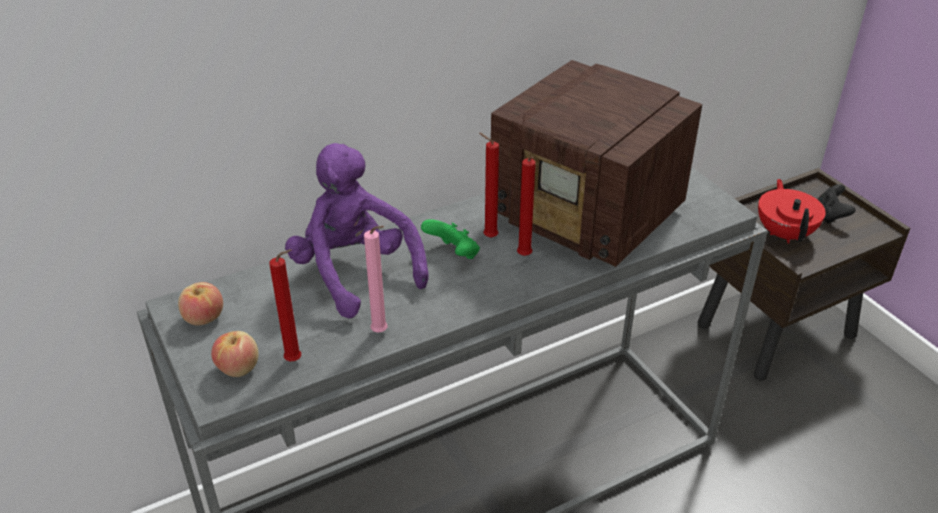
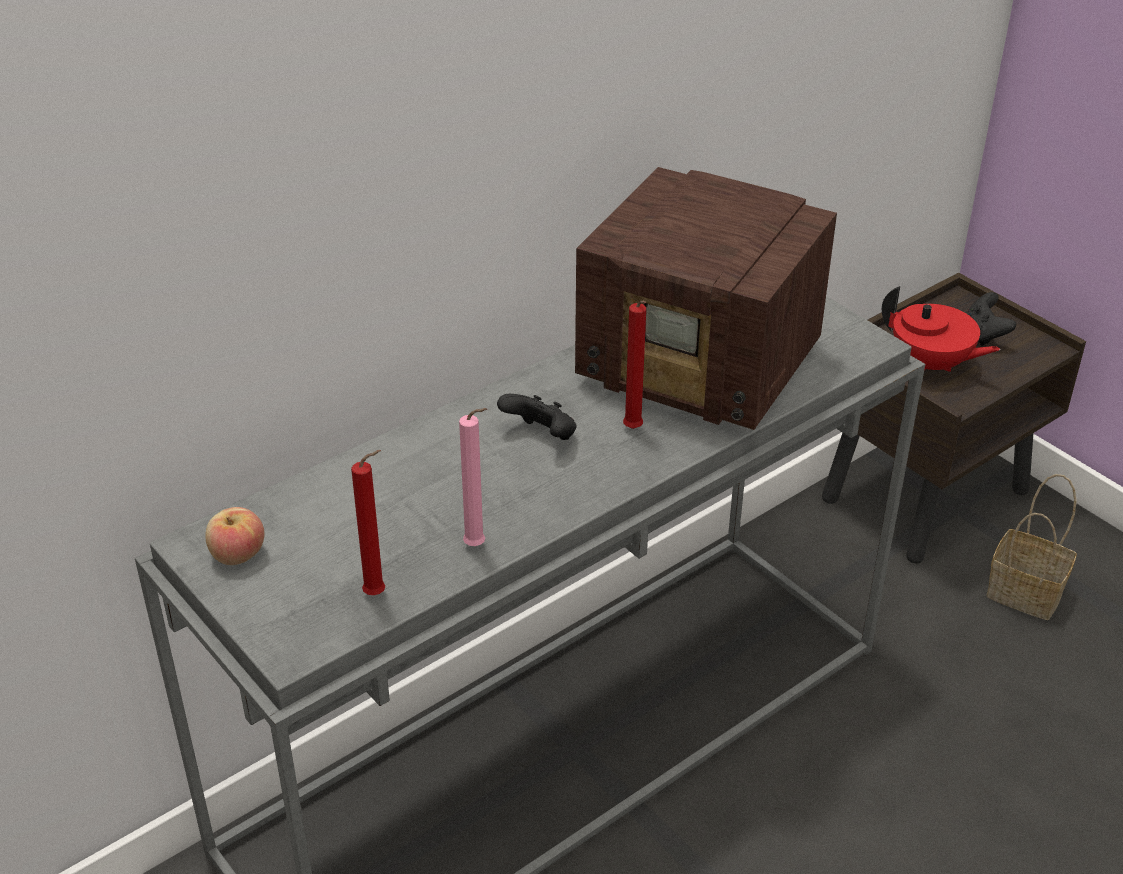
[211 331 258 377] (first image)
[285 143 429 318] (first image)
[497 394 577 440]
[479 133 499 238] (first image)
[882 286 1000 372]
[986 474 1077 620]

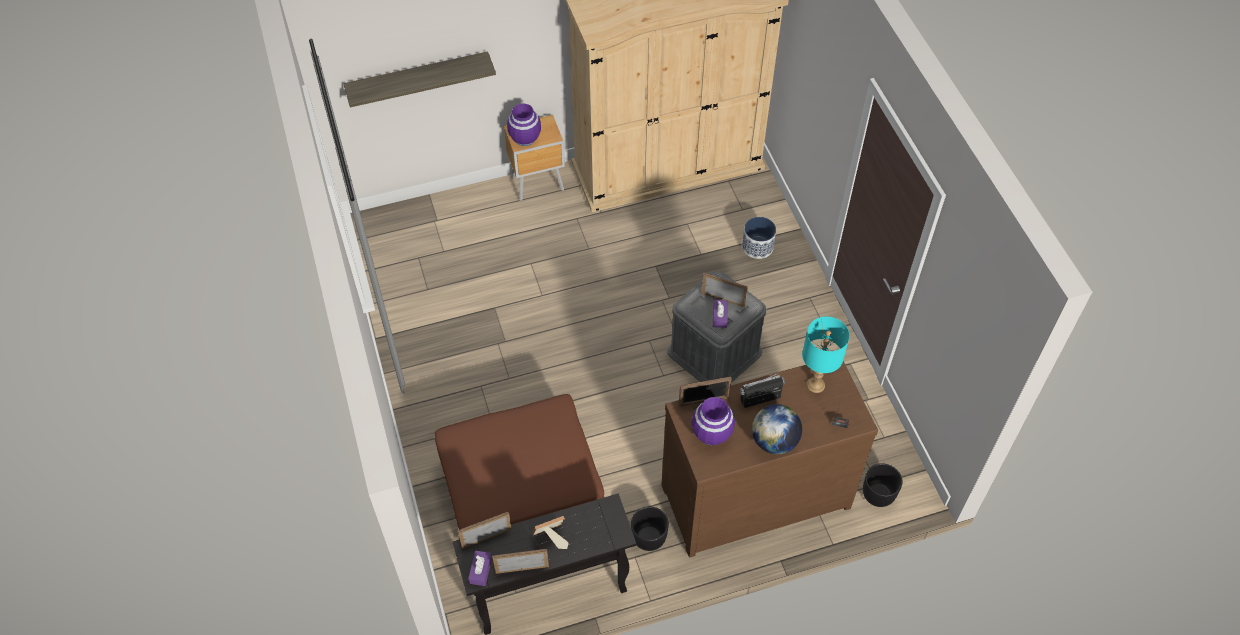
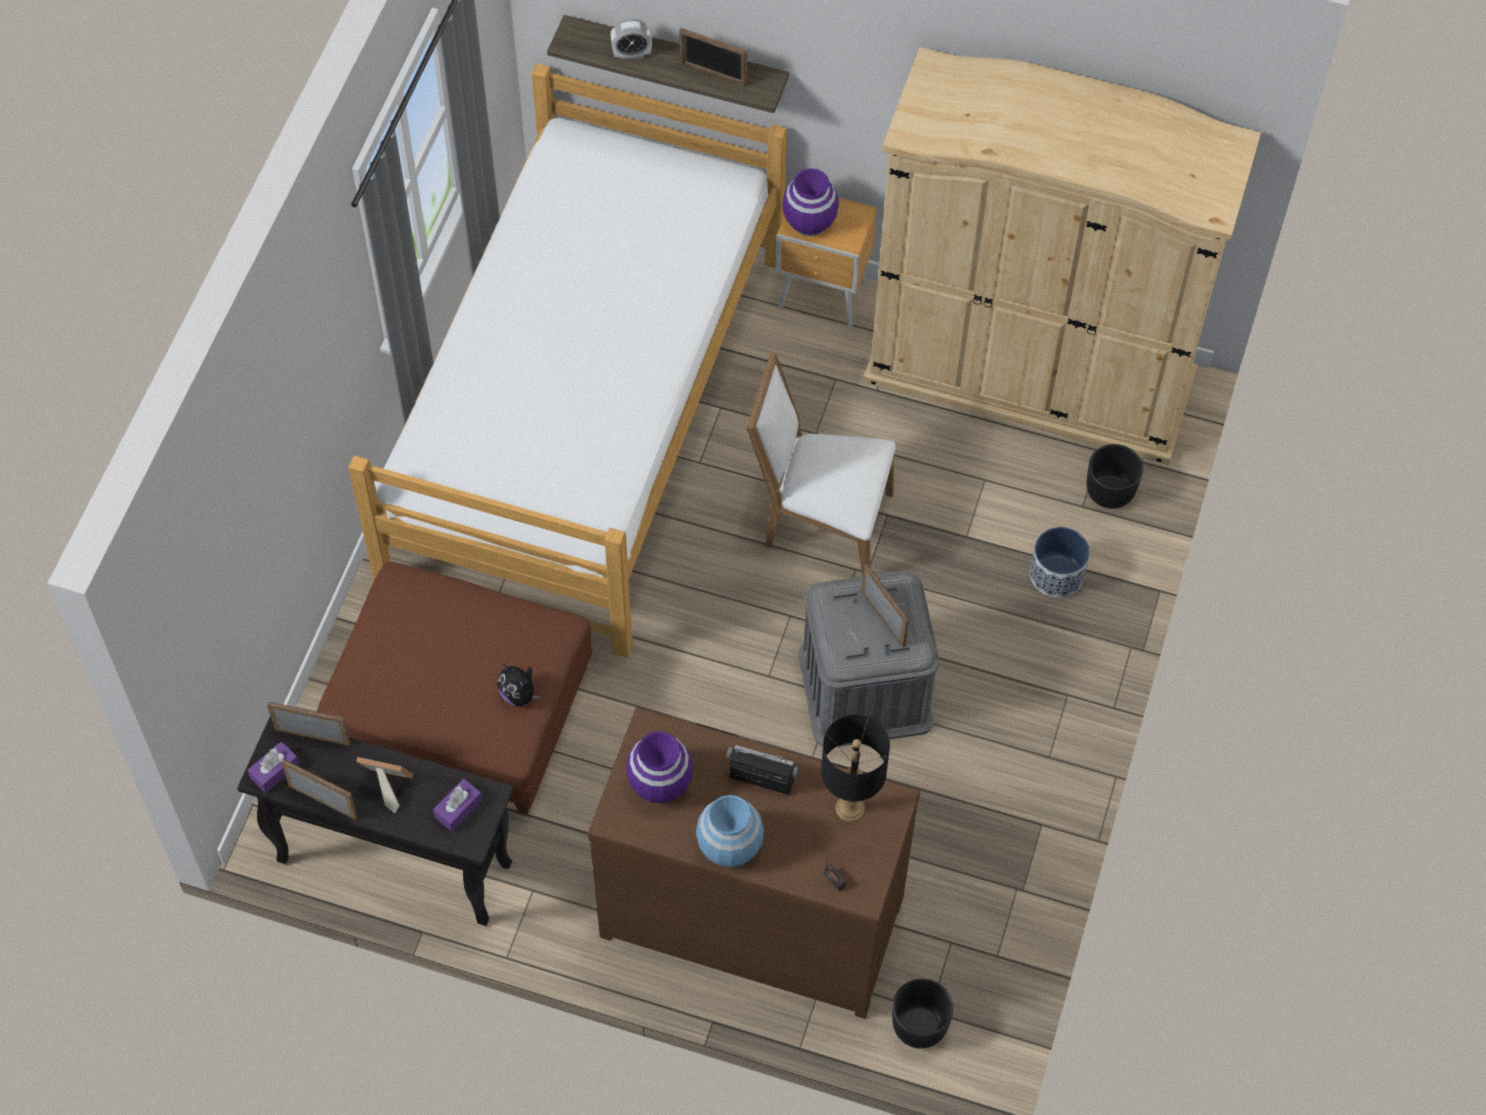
[1087 444 1143 509]
[679 28 747 87]
[433 779 482 832]
[696 795 764 867]
[821 714 890 822]
[348 64 787 658]
[497 664 540 706]
[611 19 652 60]
[747 352 896 576]

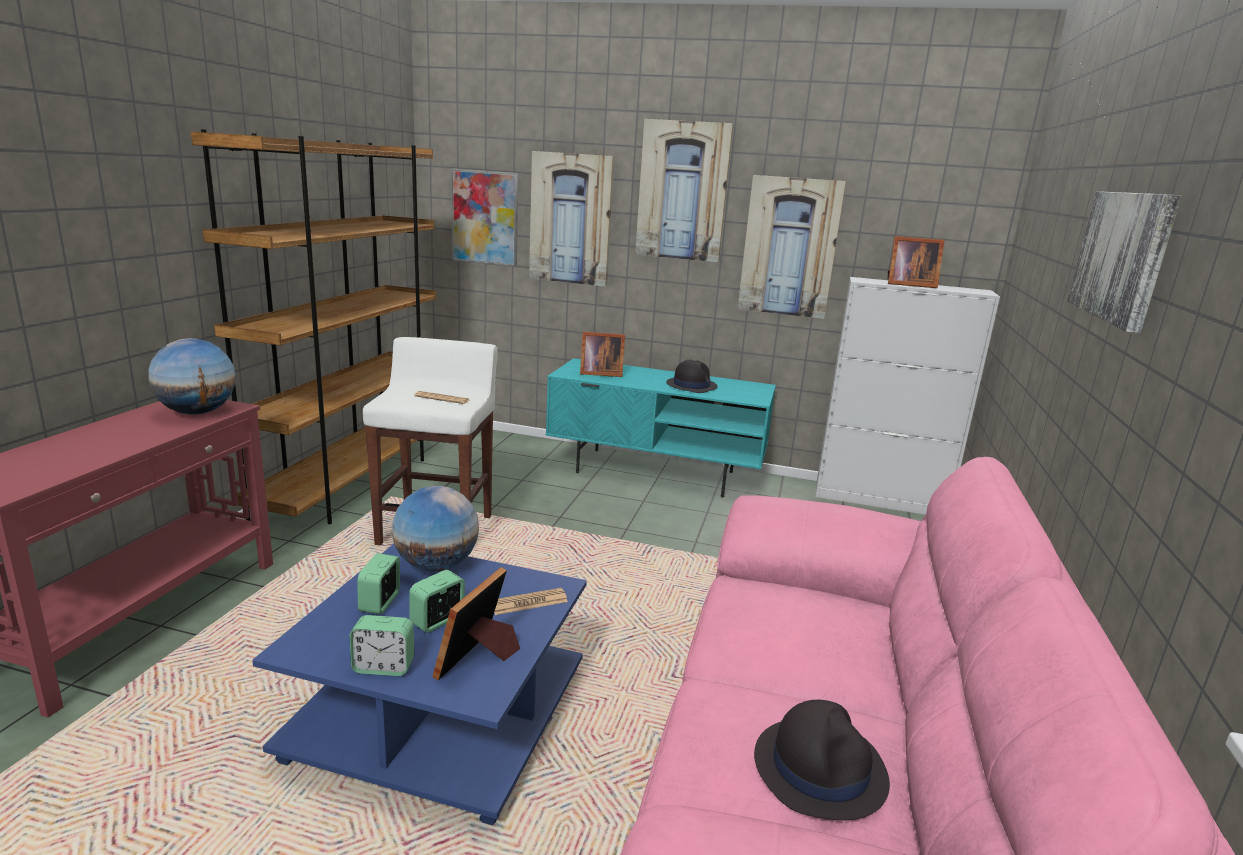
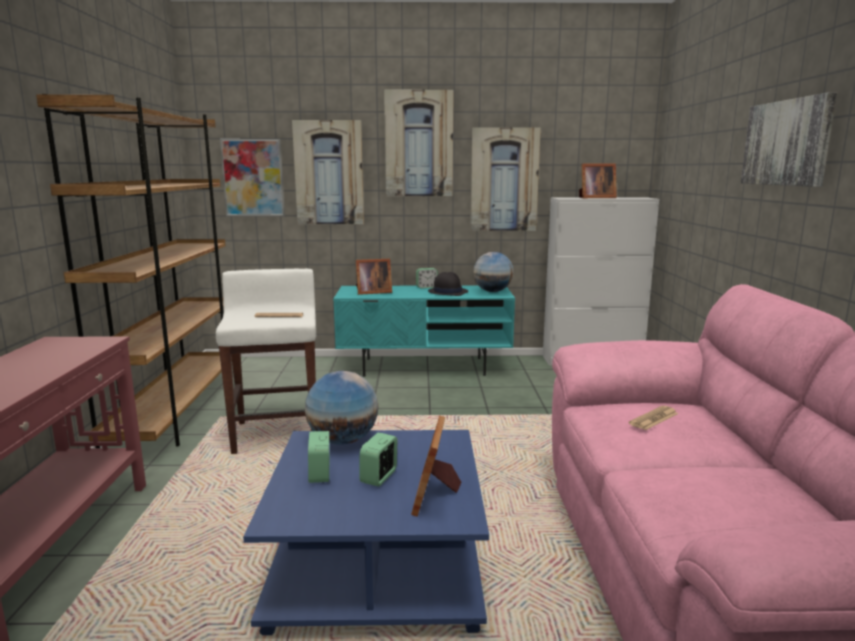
[473 252 514 292]
[416 268 438 289]
[629 406 678 430]
[754 700 890 820] (first image)

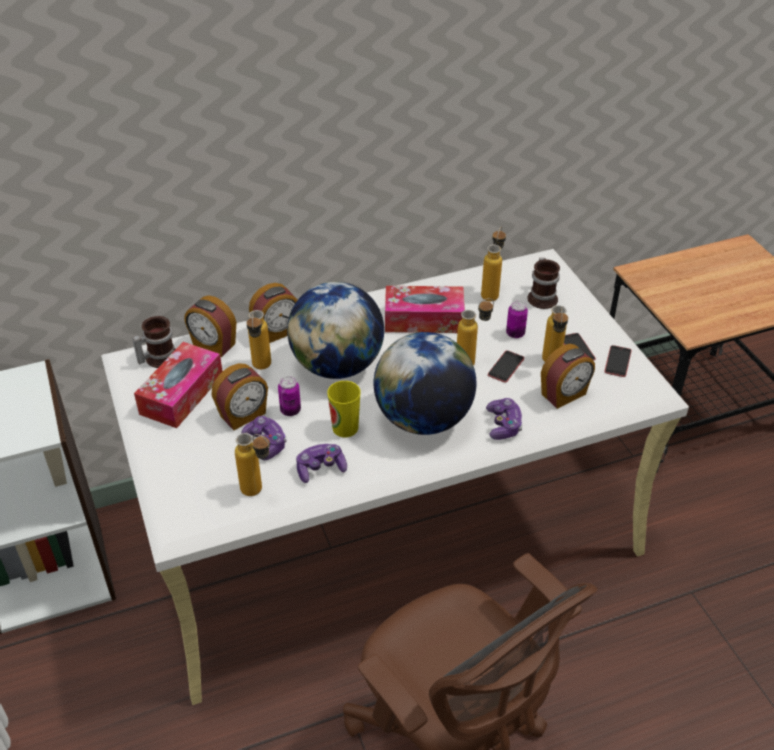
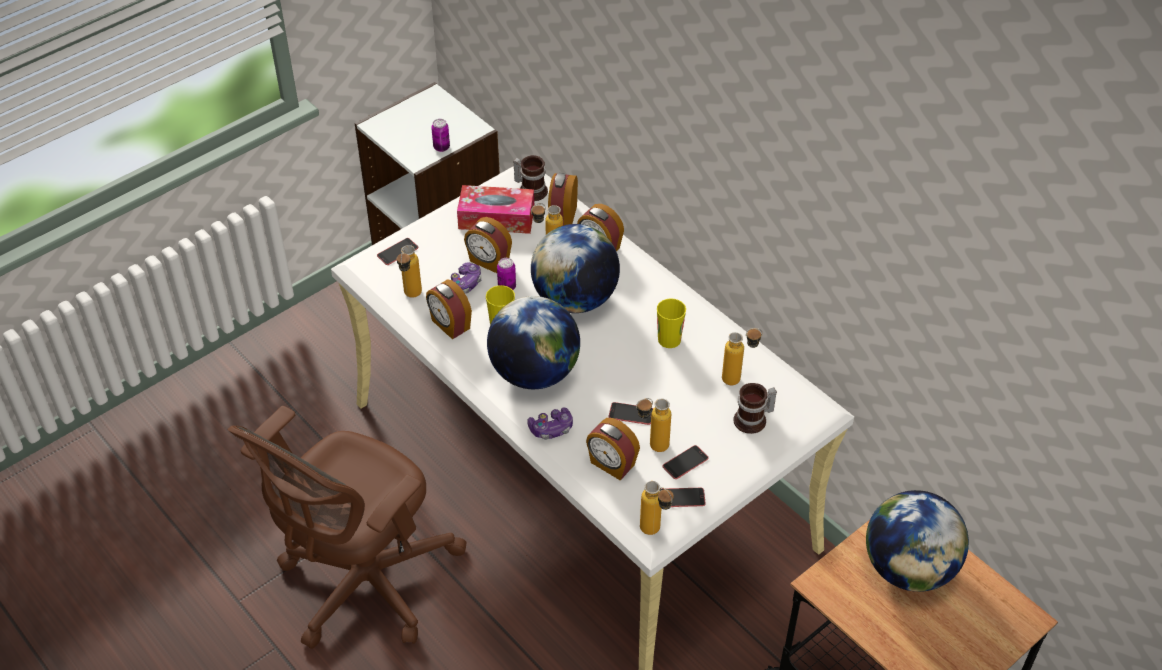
[426 279 472 340]
[657 298 686 348]
[640 481 674 535]
[431 119 450 152]
[377 238 418 265]
[866 490 969 592]

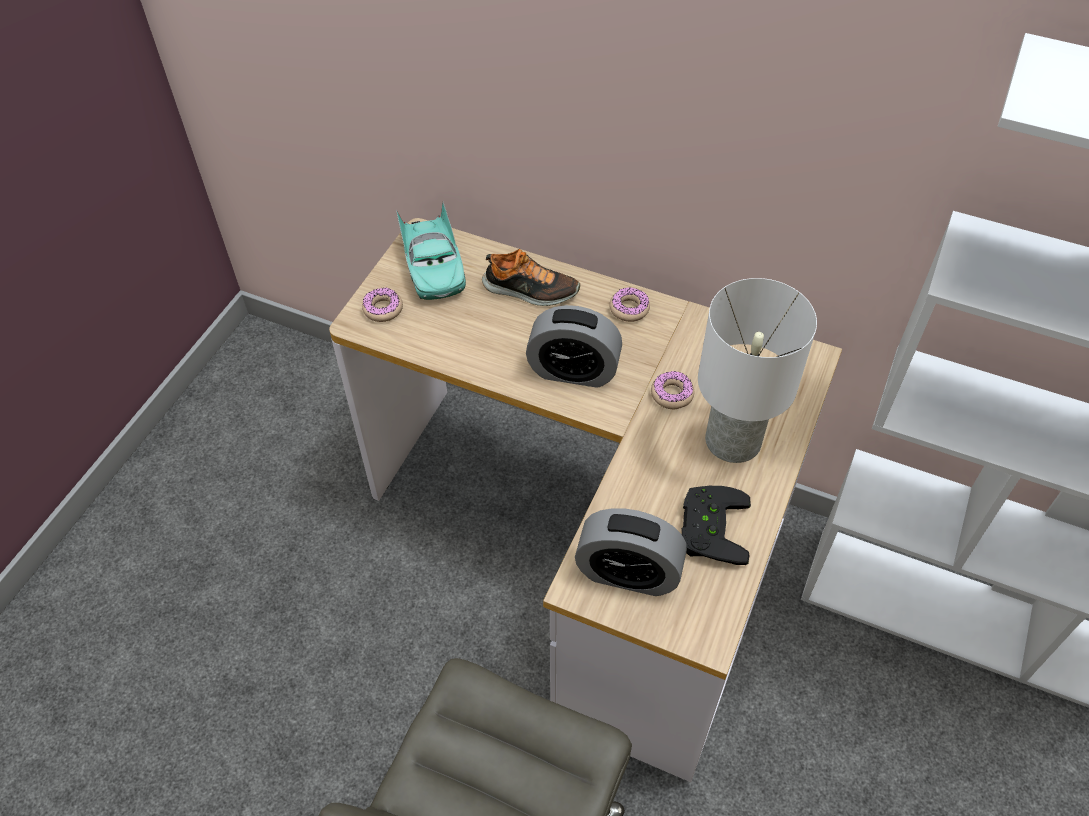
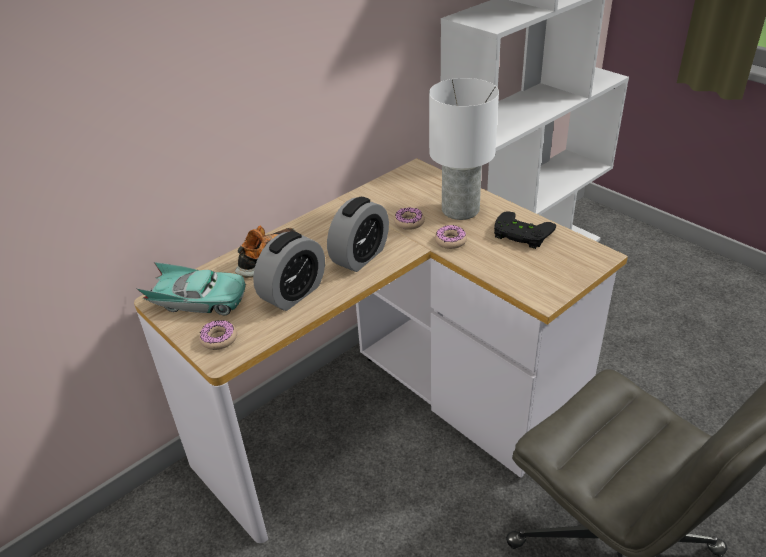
[253 231 325 311]
[435 225 467 249]

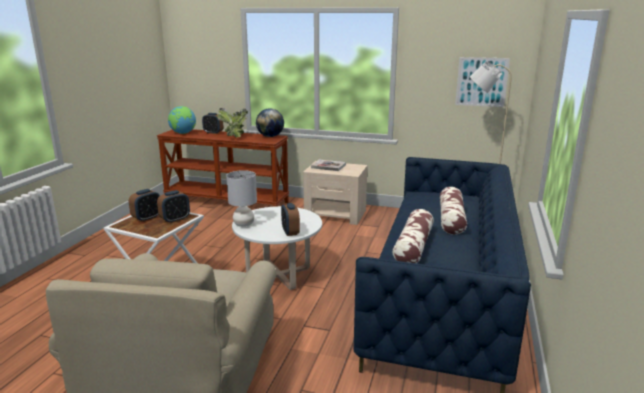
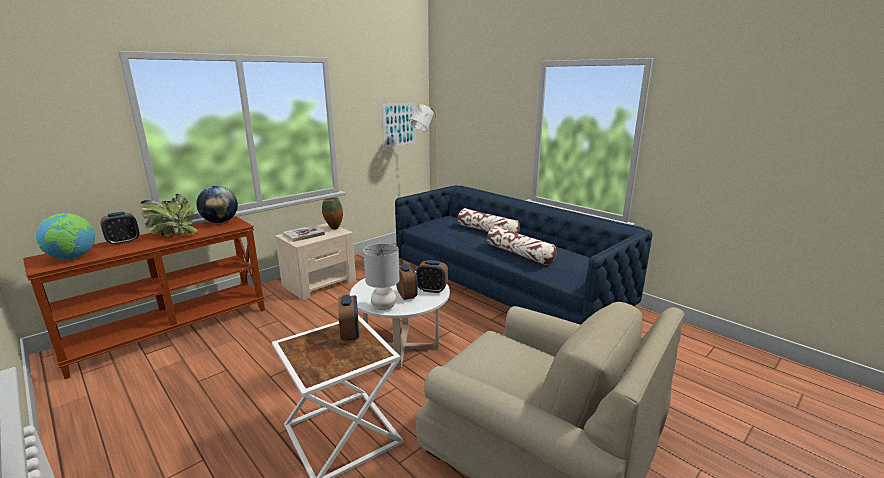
[396 264 418 300]
[322 197 343 230]

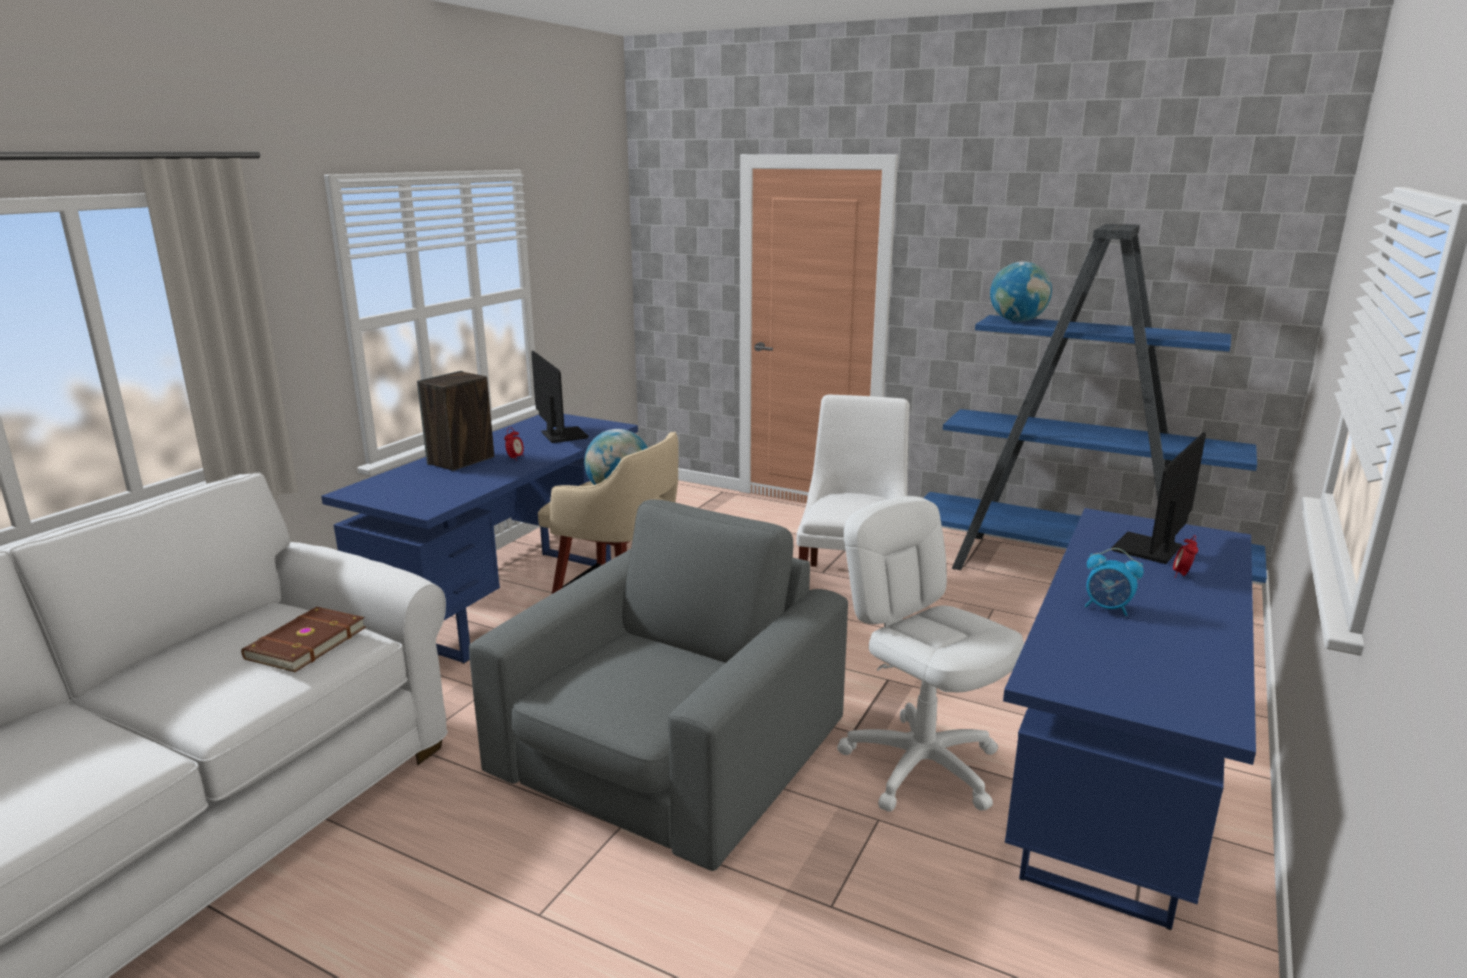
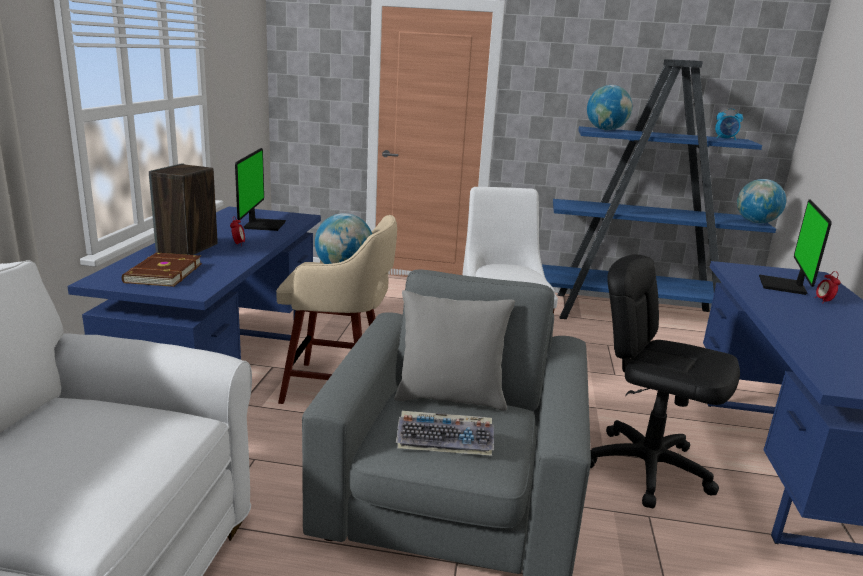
[122 252 202 287]
[235 148 286 231]
[590 254 740 508]
[715 109 743 140]
[394 290 515 411]
[396 411 494 456]
[737 179 786 223]

